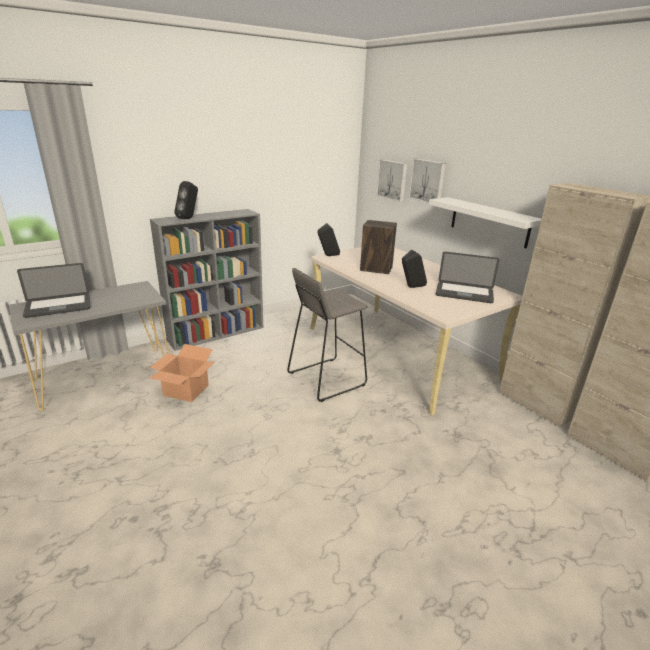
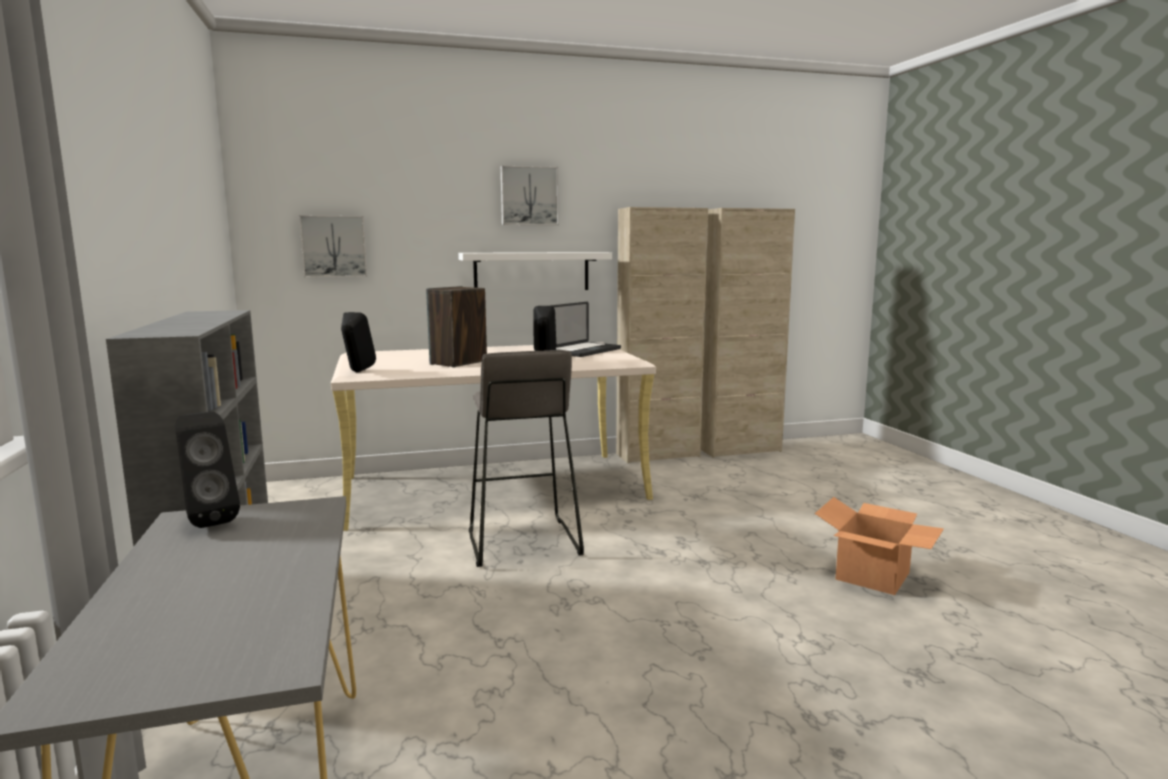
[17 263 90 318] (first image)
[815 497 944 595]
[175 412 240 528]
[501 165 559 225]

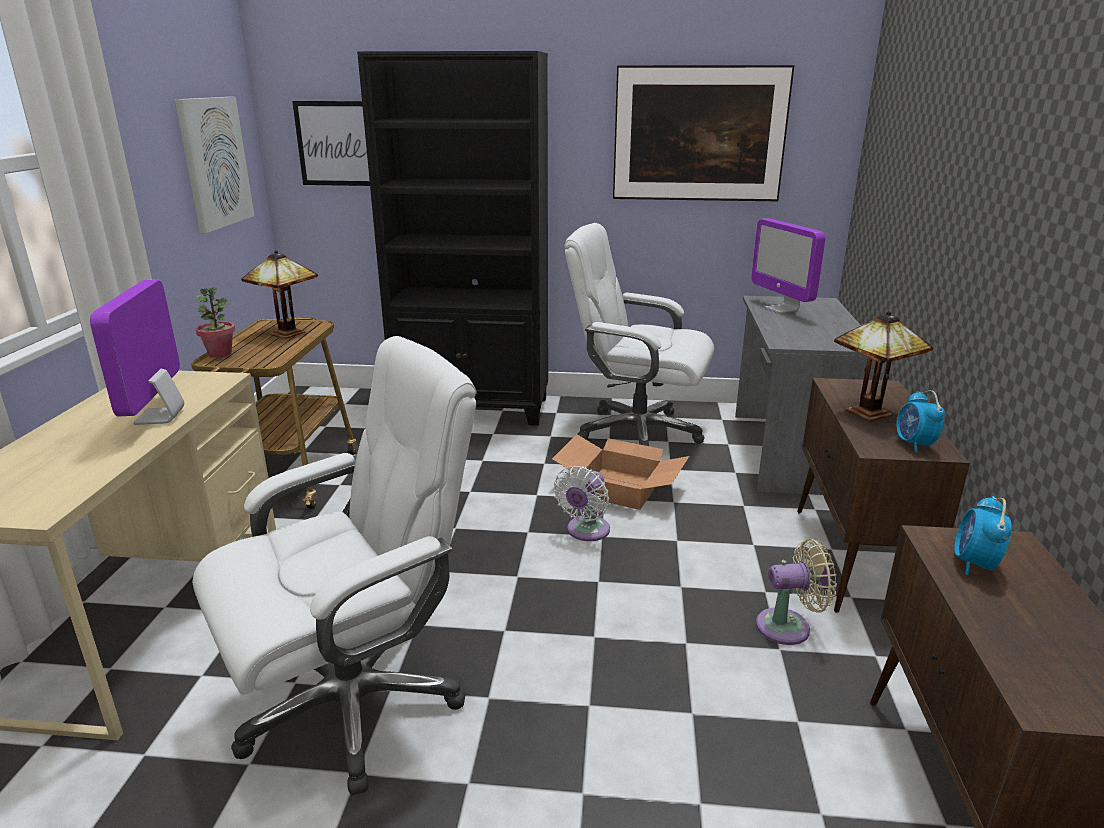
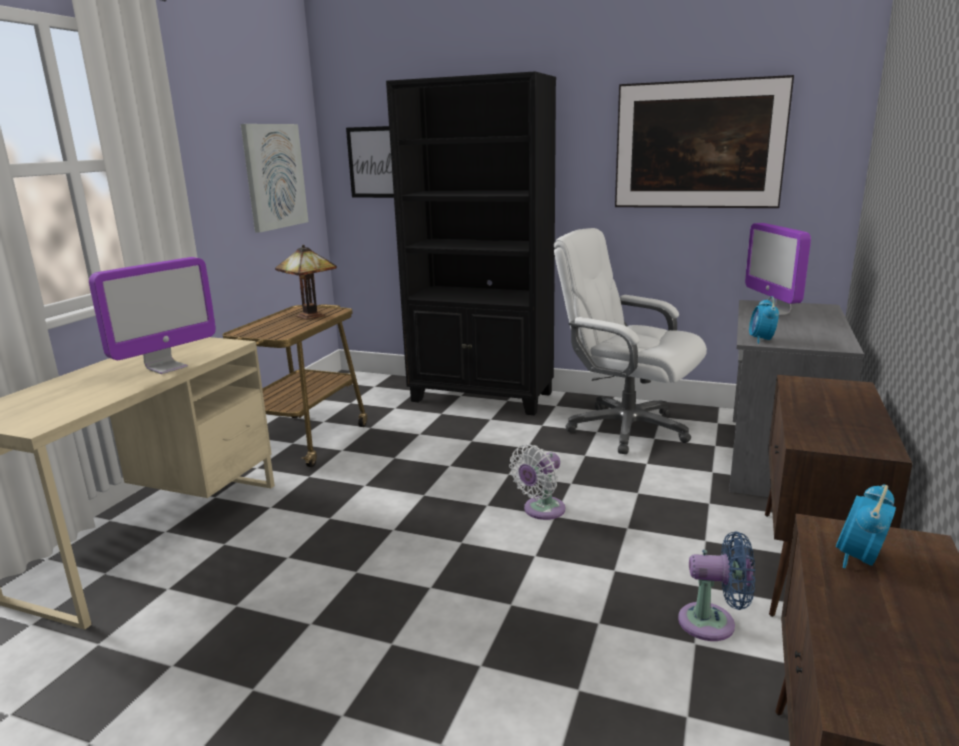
[89 257 216 374]
[192 336 476 795] (first image)
[195 287 235 358] (first image)
[552 434 689 510] (first image)
[678 532 755 641]
[834 311 933 421] (first image)
[749 296 779 344]

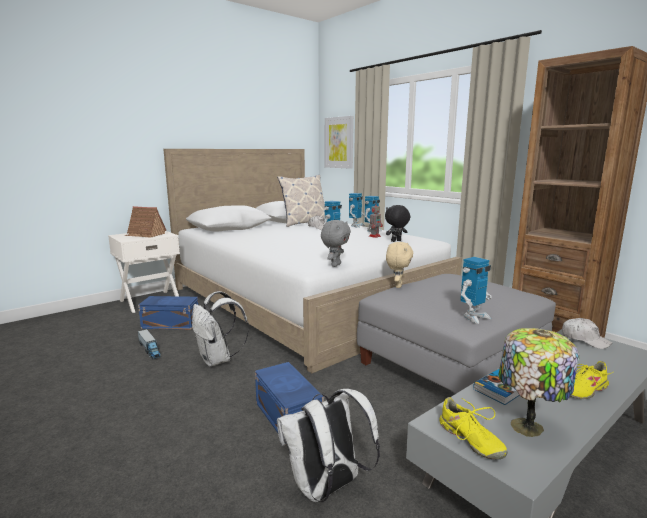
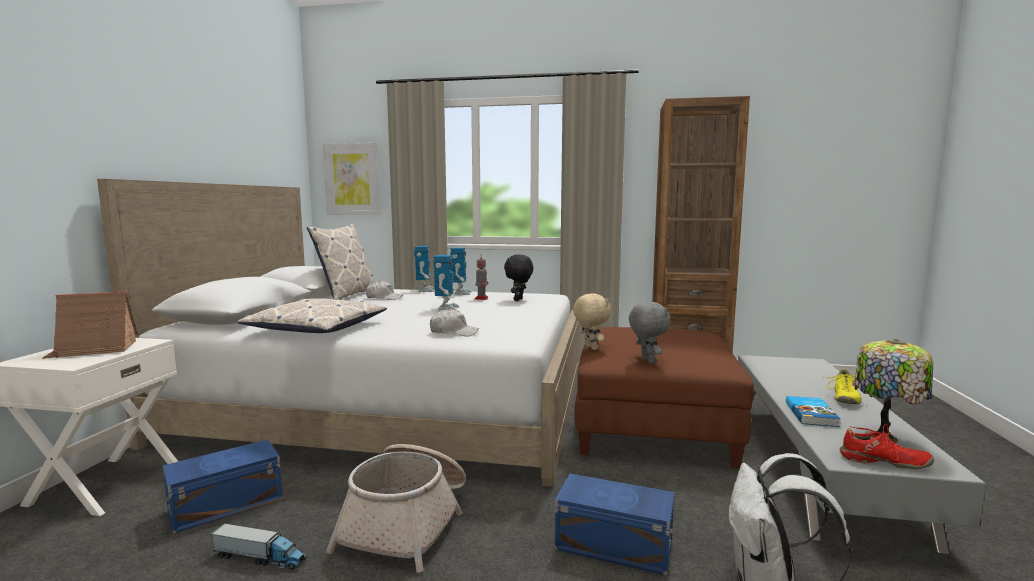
[326 444 466 572]
[629 301 670 363]
[574 327 754 468]
[840 424 934 469]
[460 257 491 324] (first image)
[430 309 479 336]
[238 298 387 333]

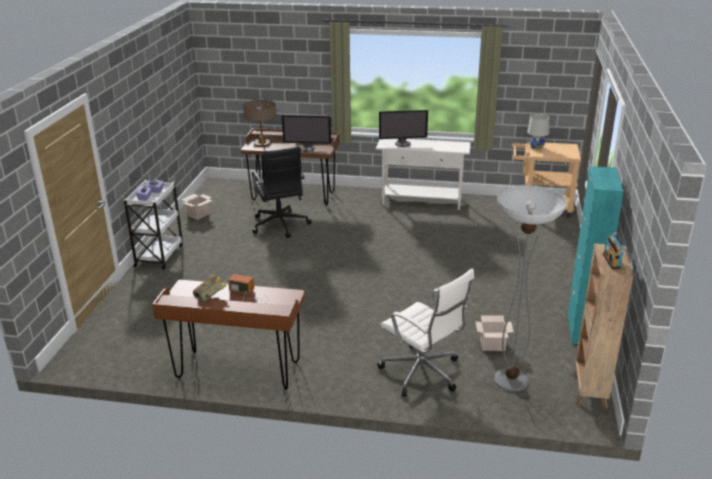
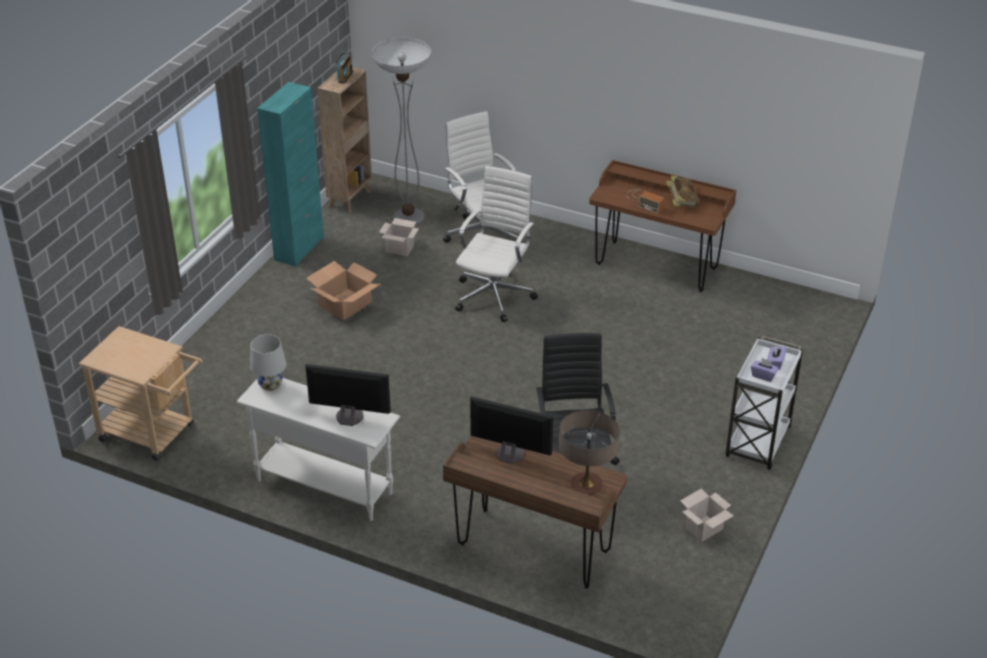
[250 334 286 391]
[306 261 380 320]
[455 166 538 322]

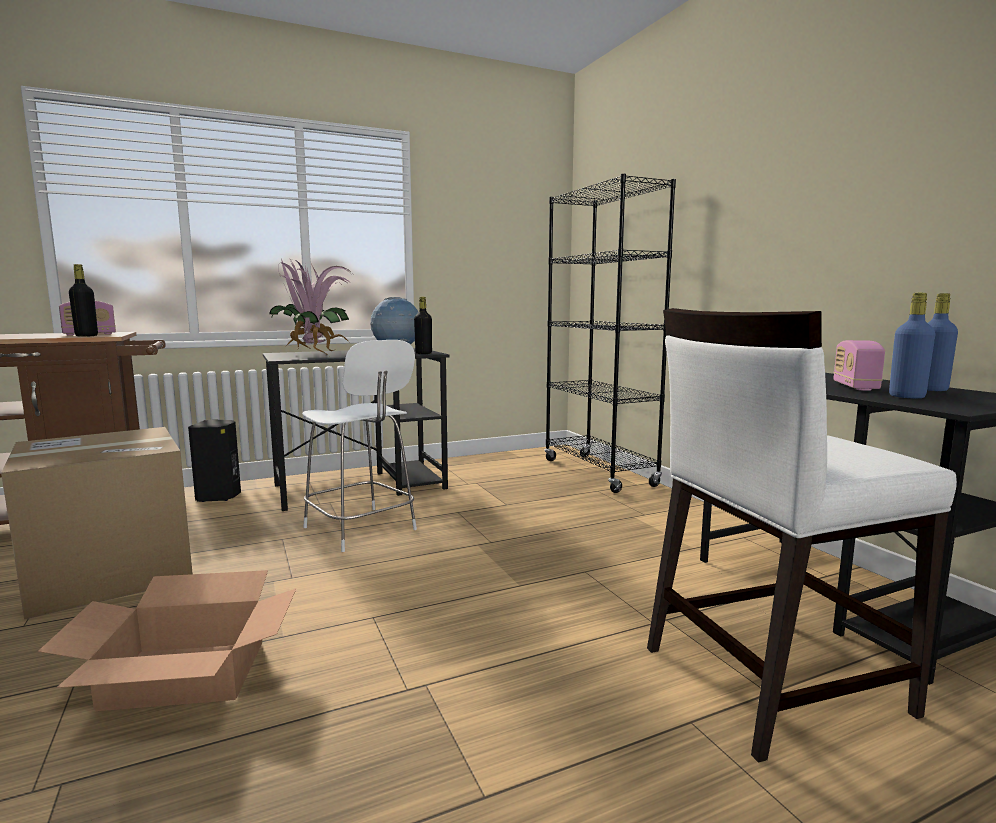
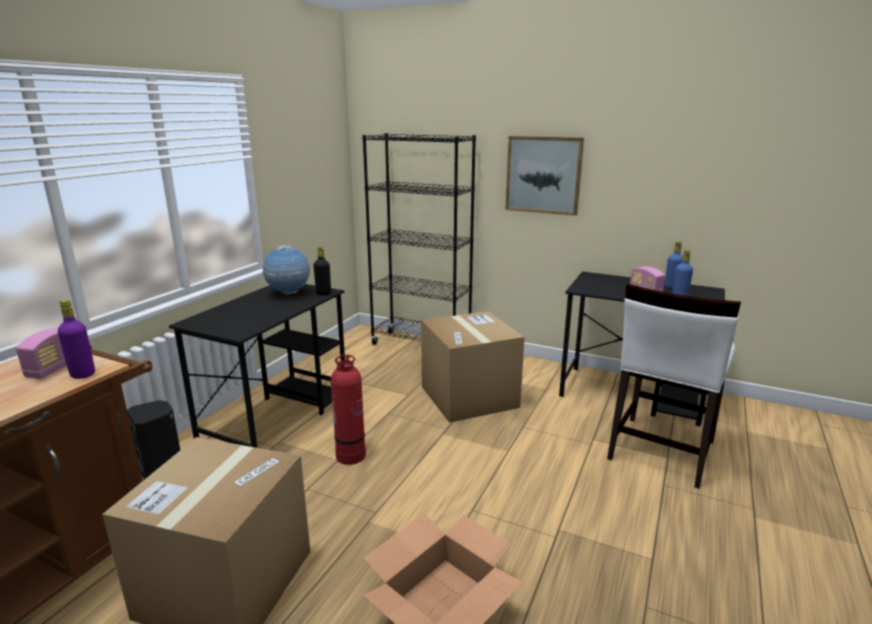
[58 299 95 379]
[269 258 353 356] (first image)
[331 355 366 465]
[421 311 525 423]
[505 136 584 216]

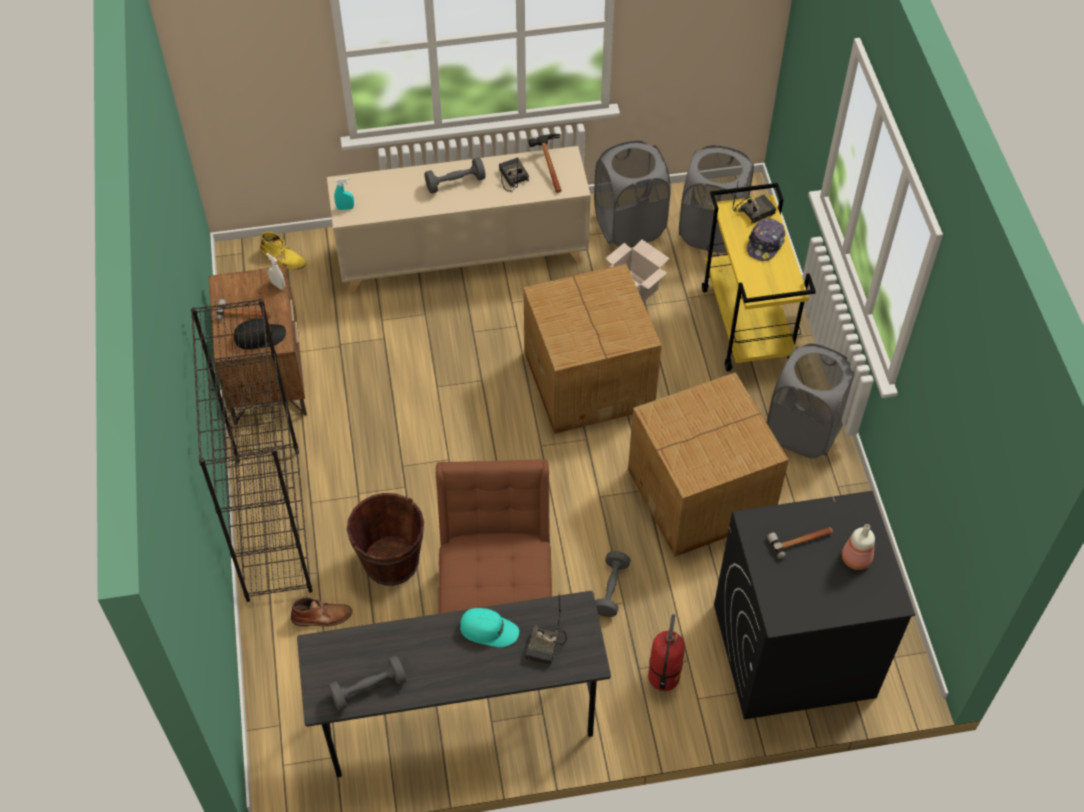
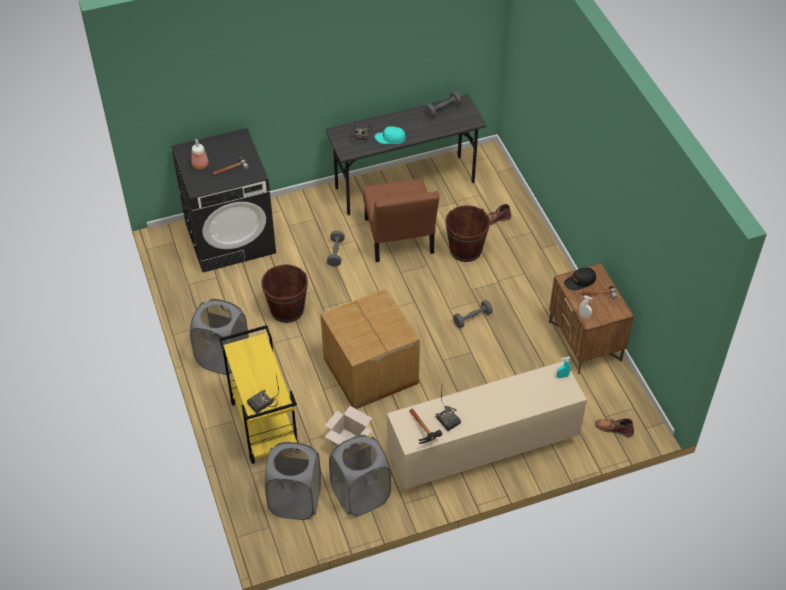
[191 299 312 602] (first image)
[595 418 634 437]
[453 300 493 328]
[261 264 308 323]
[648 614 685 691] (first image)
[747 218 785 261] (first image)

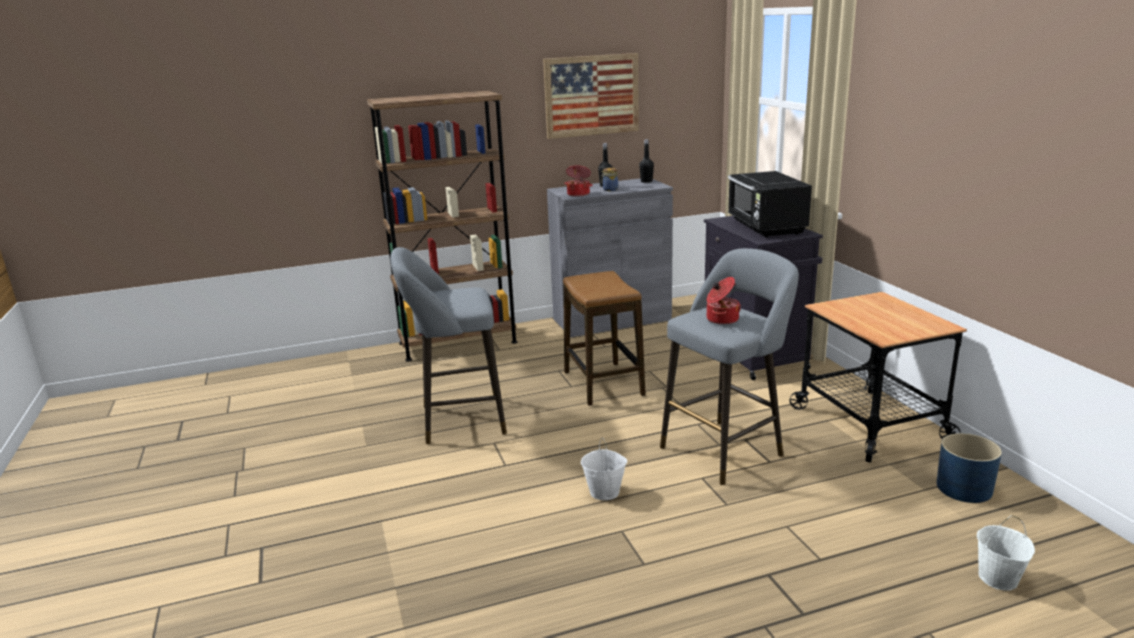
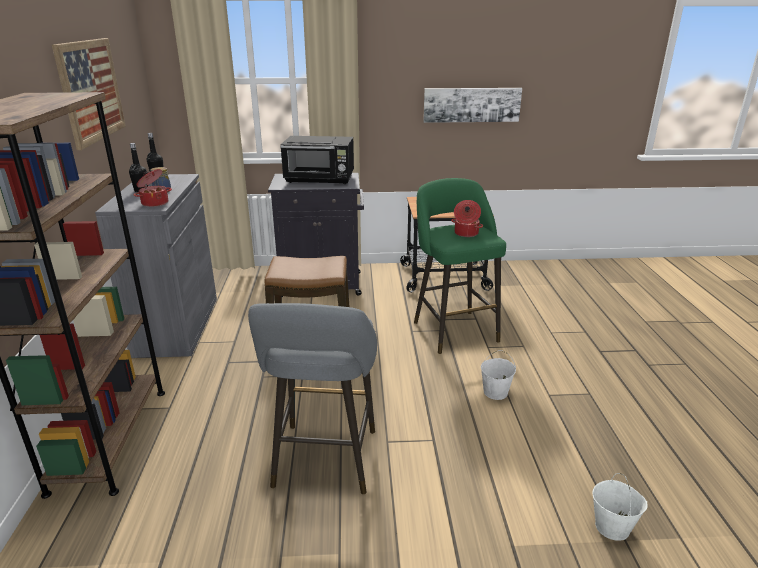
[414 178 506 354]
[936 433 1002 503] (first image)
[592 473 647 541]
[423 88 522 123]

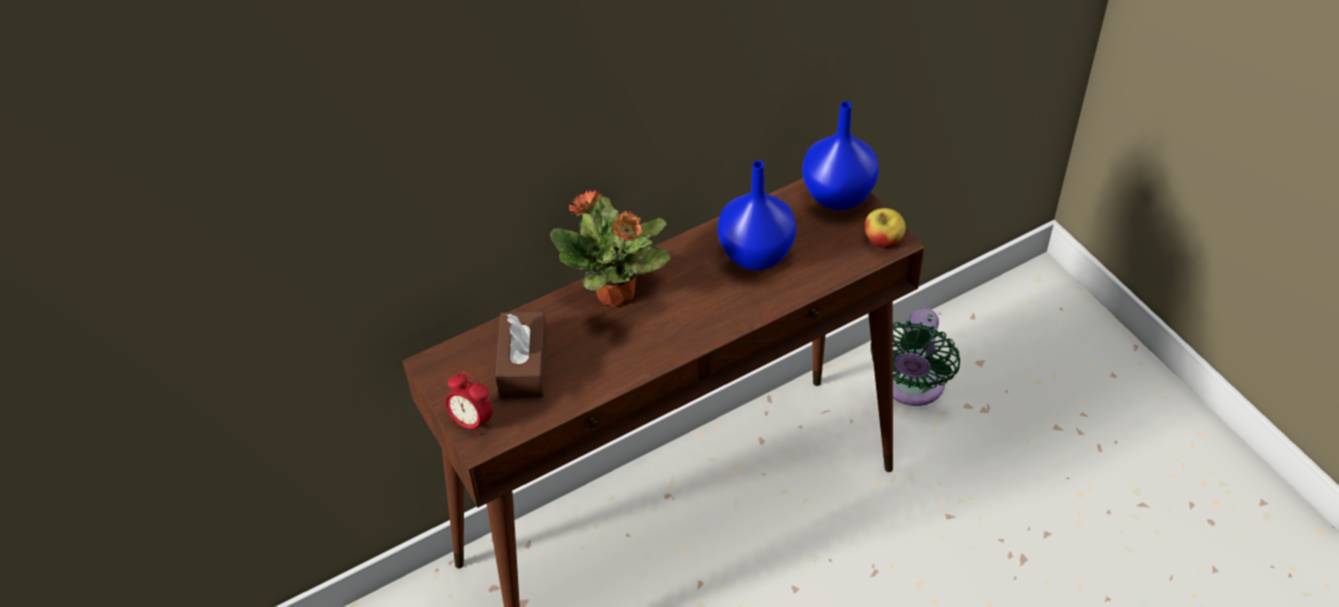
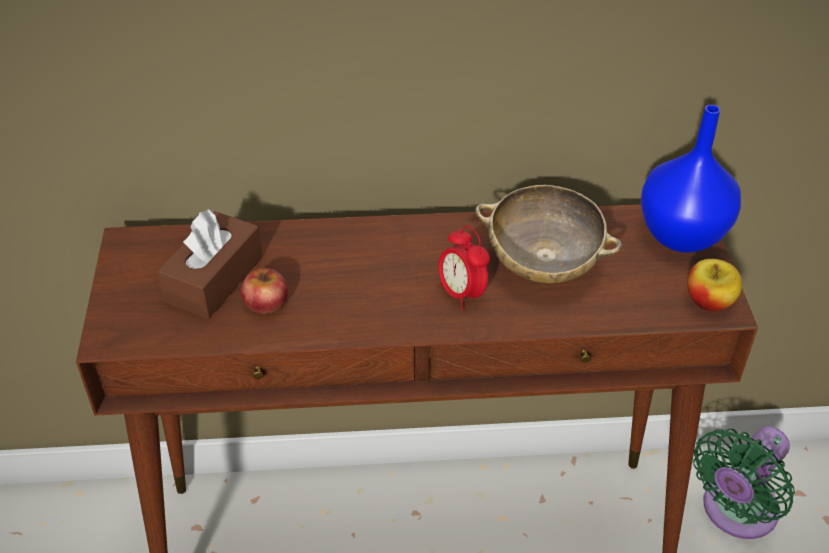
[438 226 490 310]
[550 190 671 307] (first image)
[475 185 622 283]
[241 268 288 314]

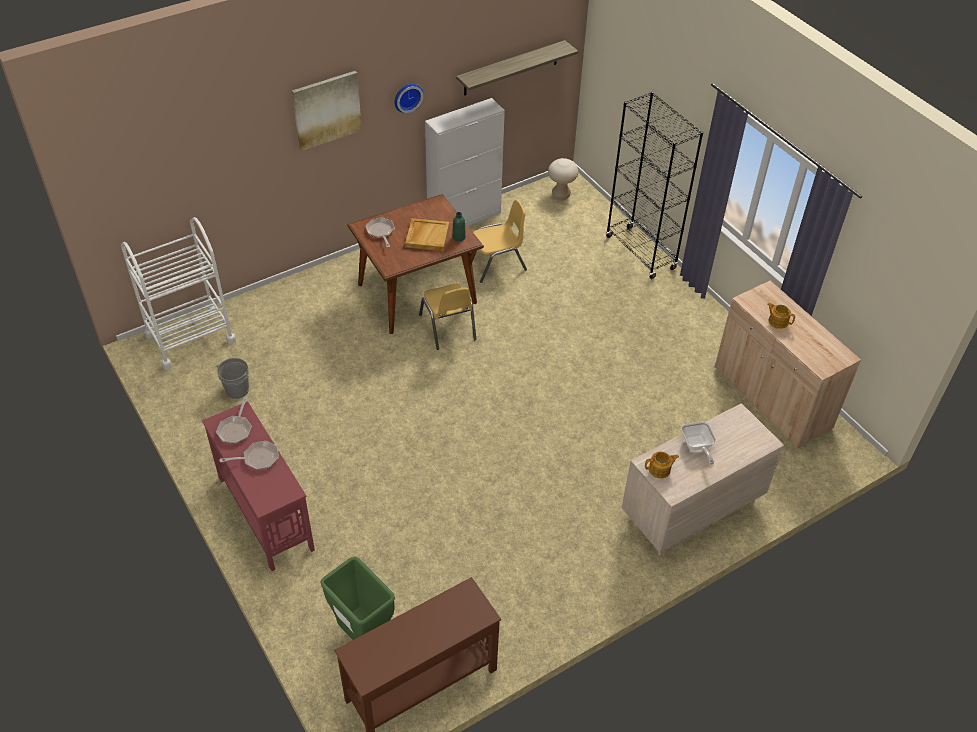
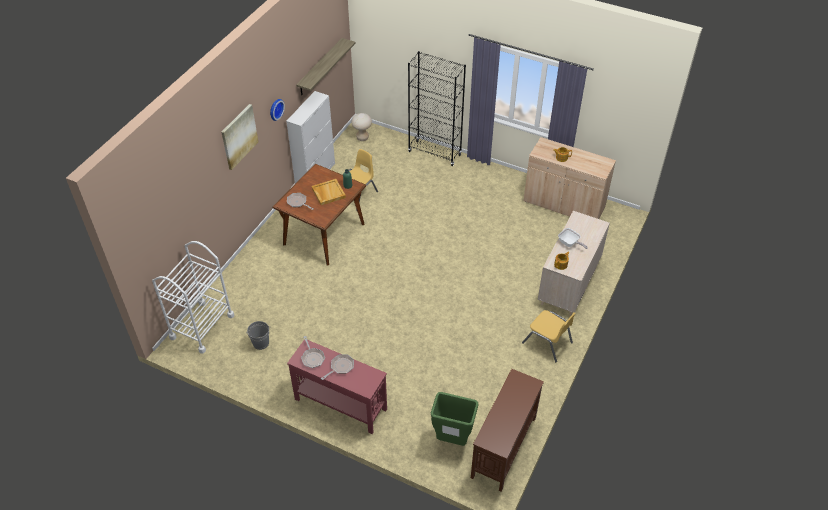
[522 310 576 362]

